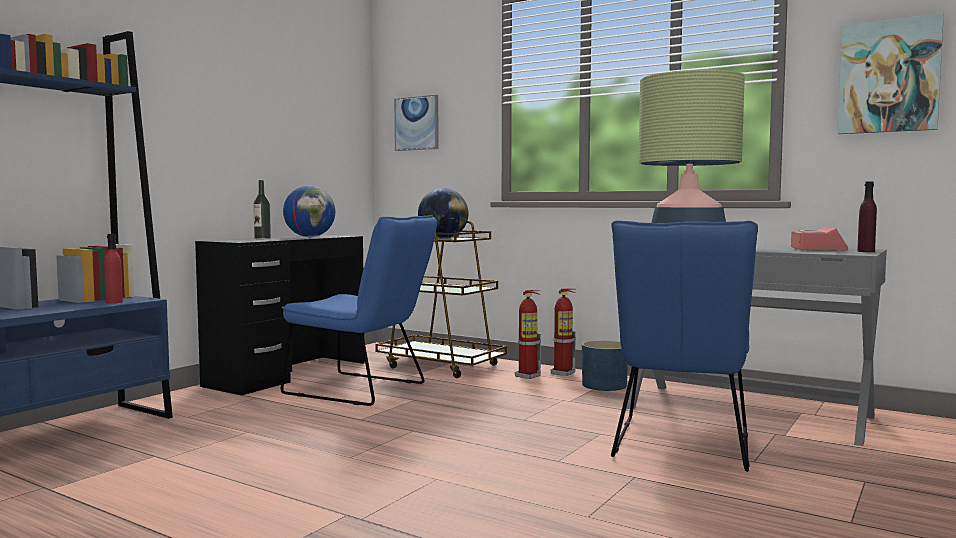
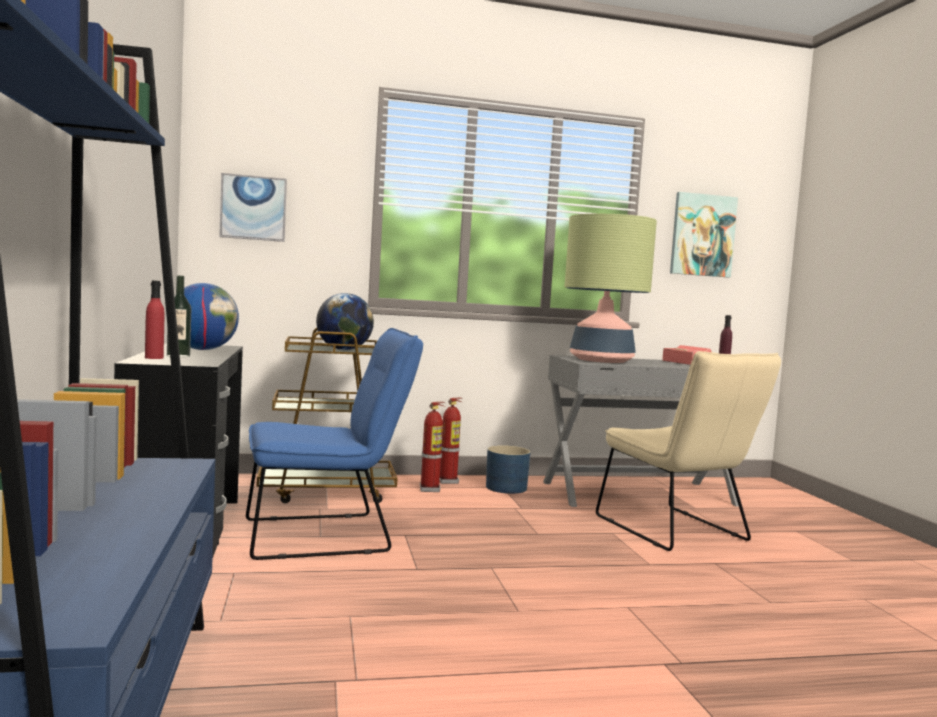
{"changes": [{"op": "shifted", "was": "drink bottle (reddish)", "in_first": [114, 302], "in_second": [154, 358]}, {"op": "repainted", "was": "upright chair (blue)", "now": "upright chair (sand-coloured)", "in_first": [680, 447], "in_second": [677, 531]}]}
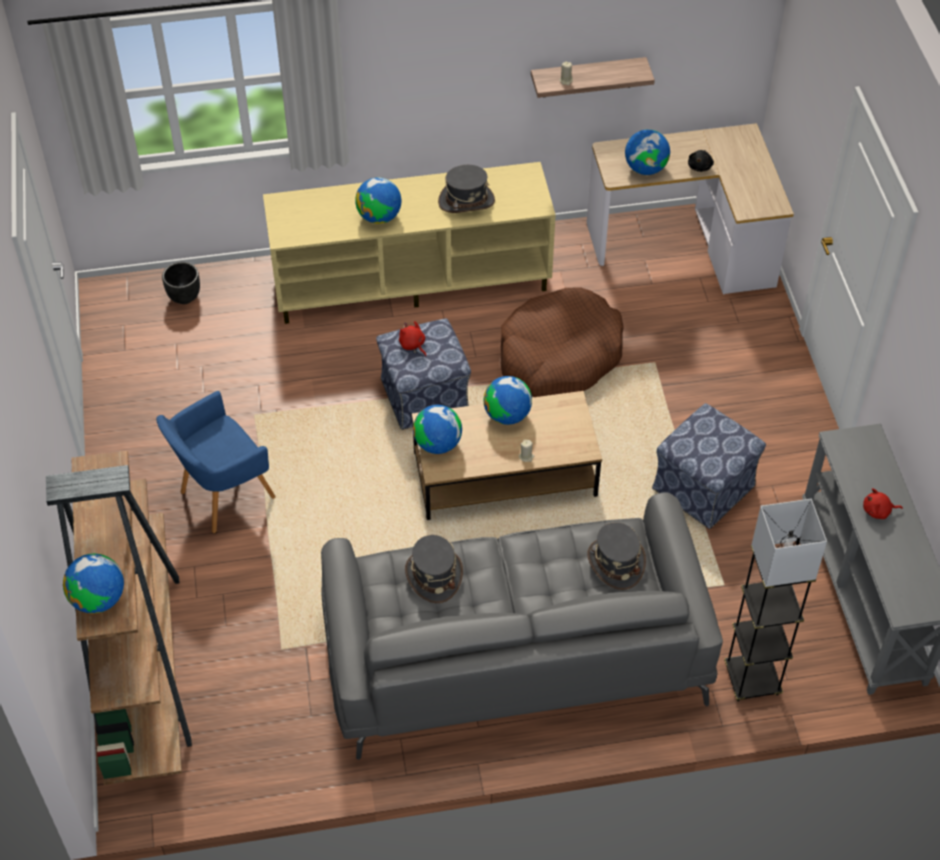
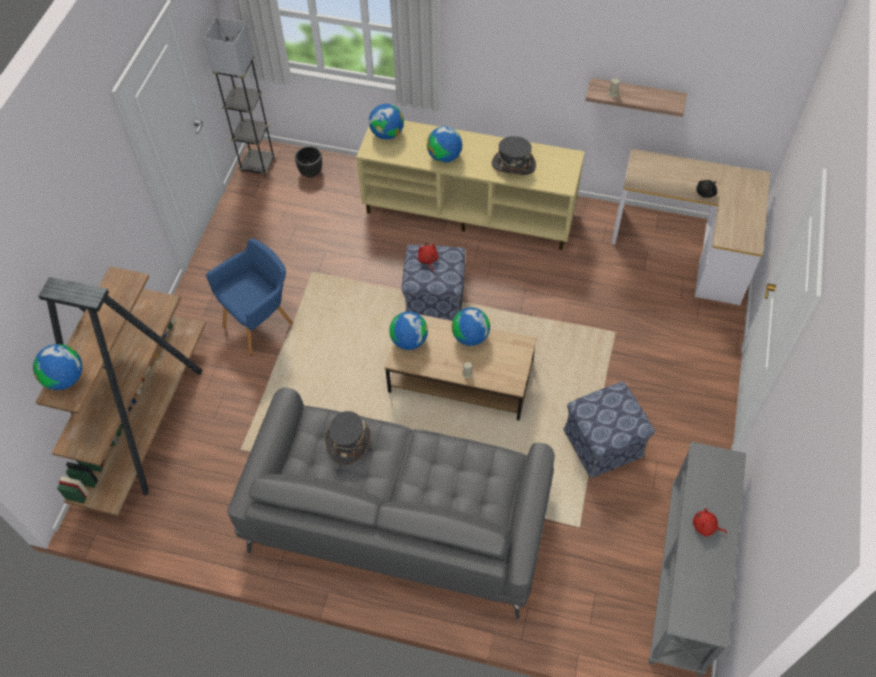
{"changes": [{"op": "shifted", "was": "standard lamp (gray)", "in_first": [752, 680], "in_second": [257, 165]}, {"op": "rotated", "was": "armchair (blue)", "in_first": [223, 496], "in_second": [261, 323], "clockwise": 150}, {"op": "shifted", "was": "world globe", "in_first": [645, 168], "in_second": [387, 134]}, {"op": "gone", "was": "dog bed (brown-coloured)", "in_first": [559, 356]}, {"op": "gone", "was": "hat (gray)", "in_first": [615, 563]}]}
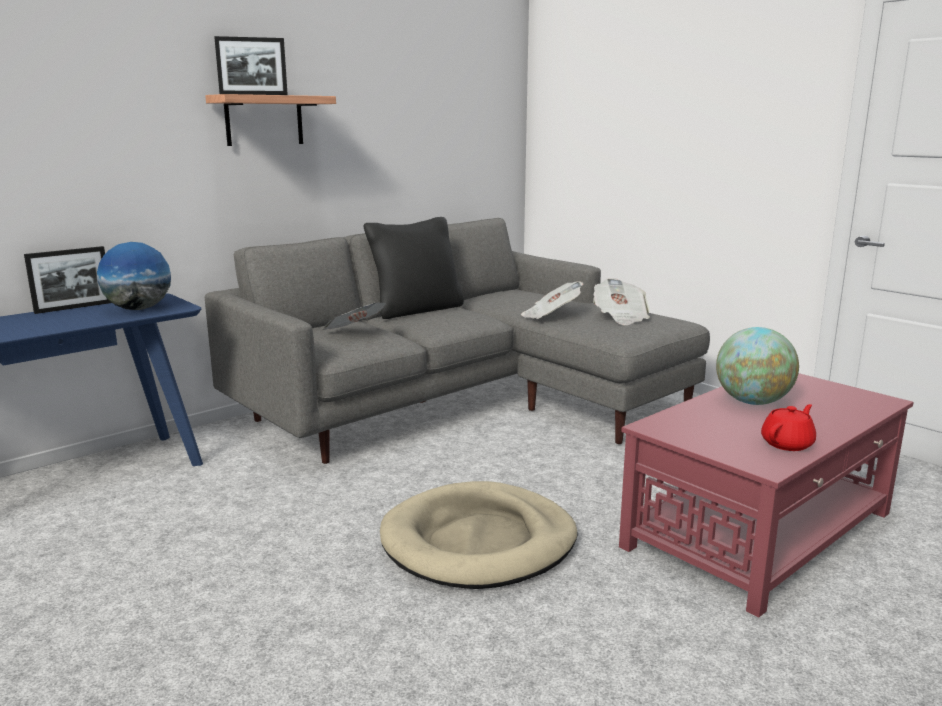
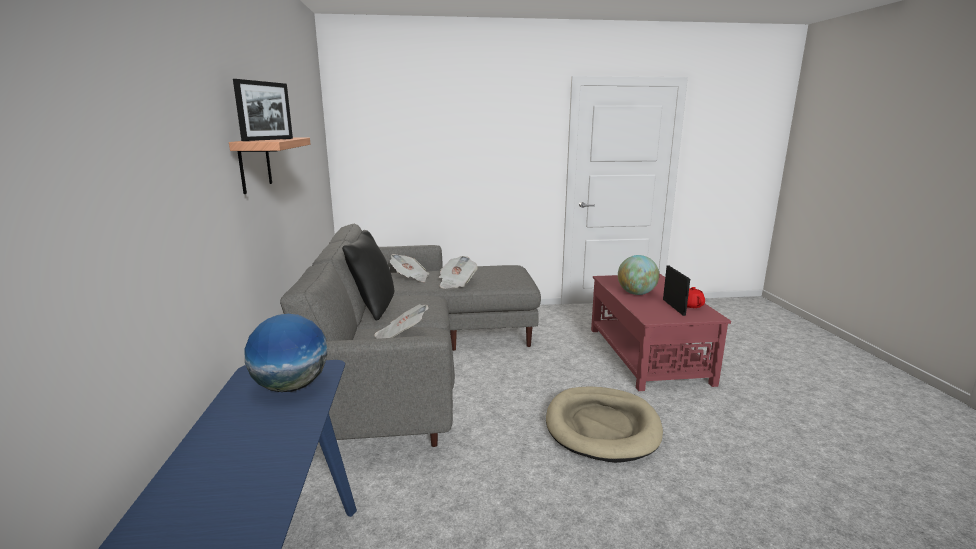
{"changes": [{"op": "shifted", "was": "newspaper", "in_first": [620, 317], "in_second": [410, 278]}, {"op": "shifted", "was": "photo frame", "in_first": [74, 307], "in_second": [673, 307]}]}
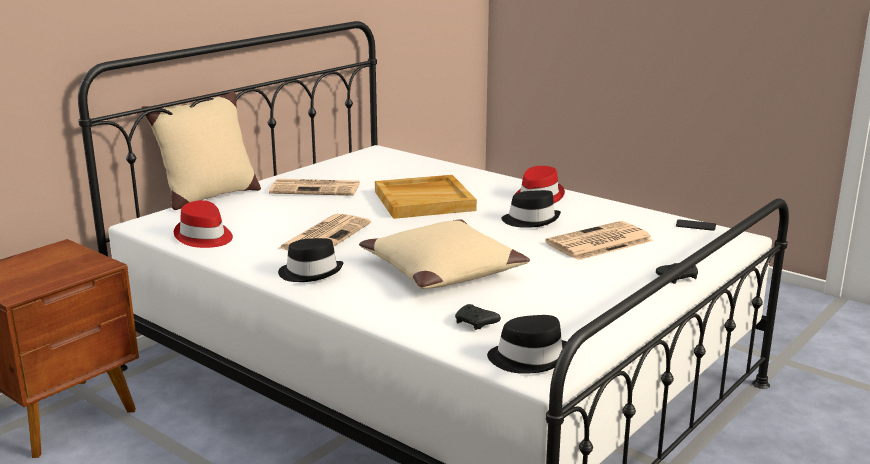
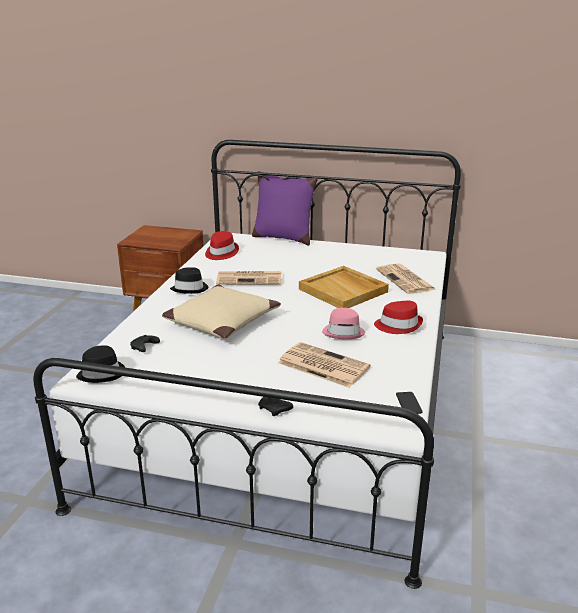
{"changes": [{"op": "repainted", "was": "cushion (sand-coloured)", "now": "cushion (purple)", "in_first": [208, 197], "in_second": [283, 238]}, {"op": "repainted", "was": "hat (black)", "now": "hat (pinkish)", "in_first": [531, 220], "in_second": [343, 332]}, {"op": "shifted", "was": "newspaper", "in_first": [316, 188], "in_second": [406, 280]}]}
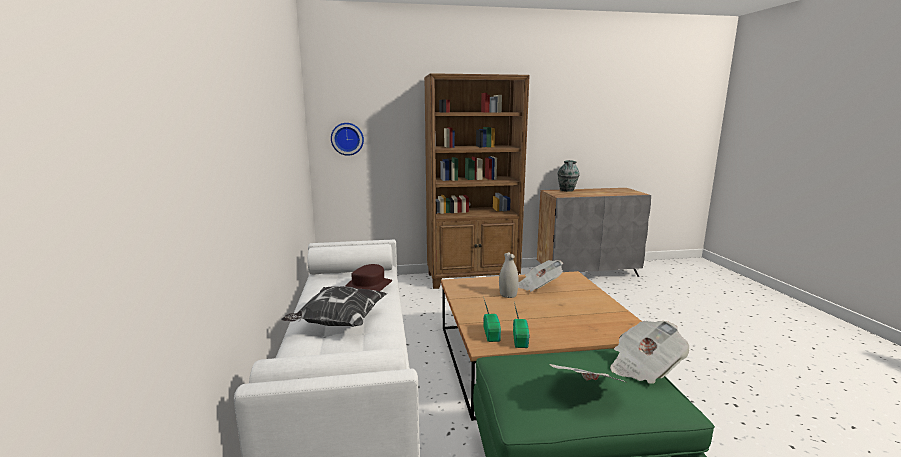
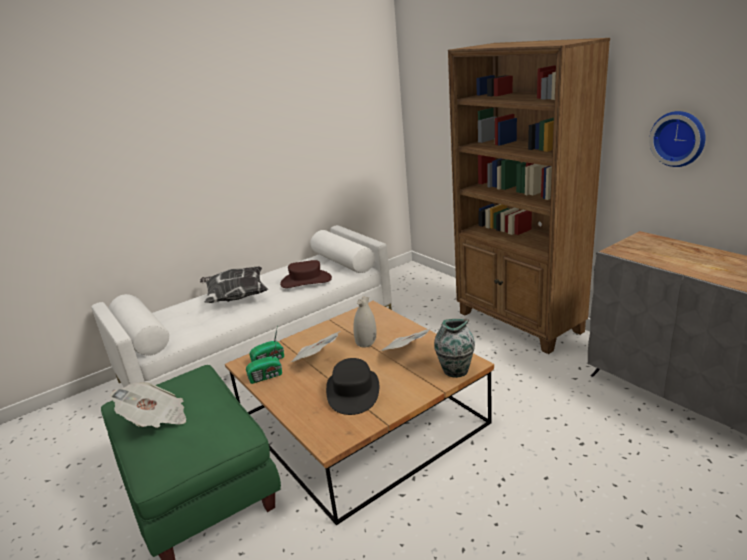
{"changes": [{"op": "shifted", "was": "newspaper", "in_first": [644, 367], "in_second": [316, 359]}, {"op": "new", "now": "hat (black)", "in_second": [353, 391]}, {"op": "shifted", "was": "decorative vase", "in_first": [567, 190], "in_second": [455, 371]}, {"op": "shifted", "was": "hanging clock", "in_first": [347, 139], "in_second": [679, 138]}]}
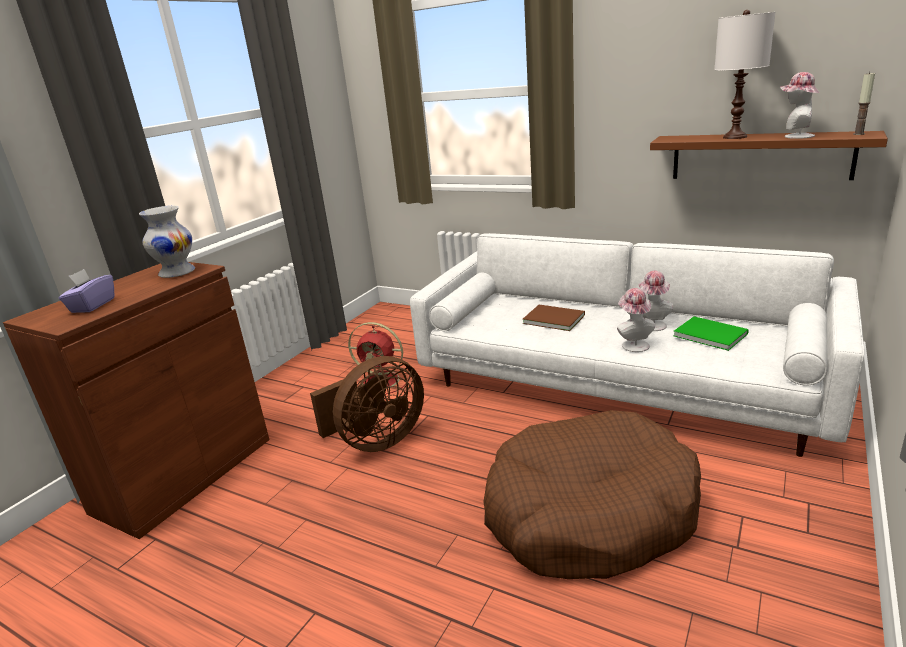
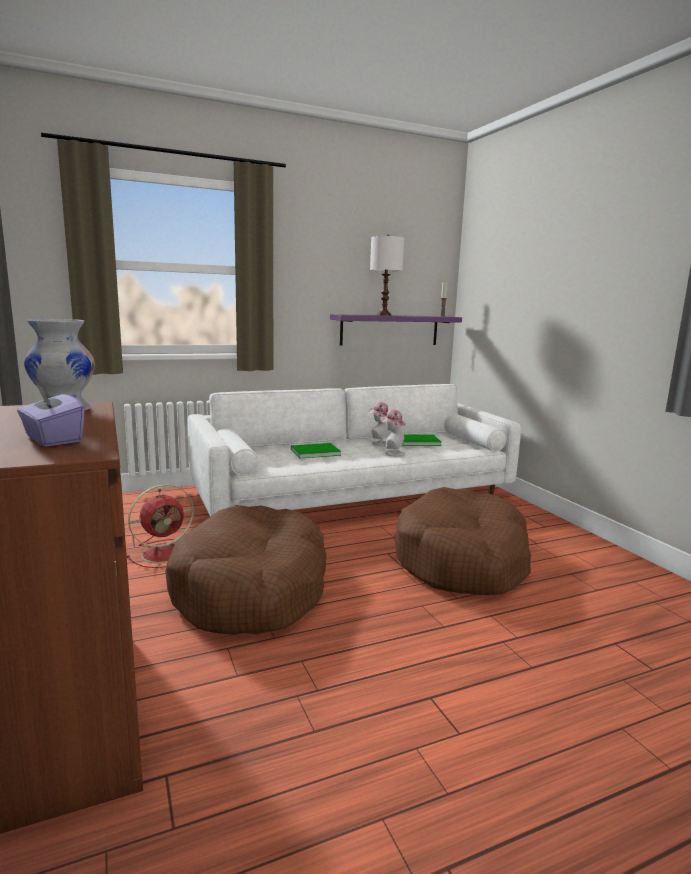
{"changes": [{"op": "swapped", "was": "fan (brown-coloured)", "now": "dog bed (brown-coloured)", "in_first": [377, 441], "in_second": [251, 589]}, {"op": "repainted", "was": "volume (brown-coloured)", "now": "volume (green)", "in_first": [553, 318], "in_second": [313, 452]}, {"op": "repainted", "was": "bracket shelf (brown-coloured)", "now": "bracket shelf (purple)", "in_first": [760, 156], "in_second": [390, 330]}, {"op": "gone", "was": "hat", "in_first": [794, 136]}]}
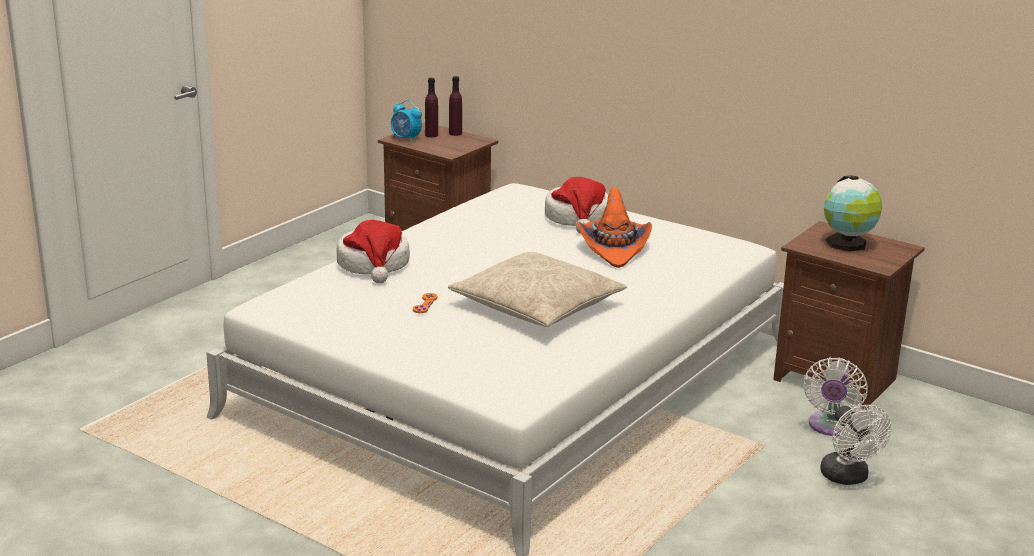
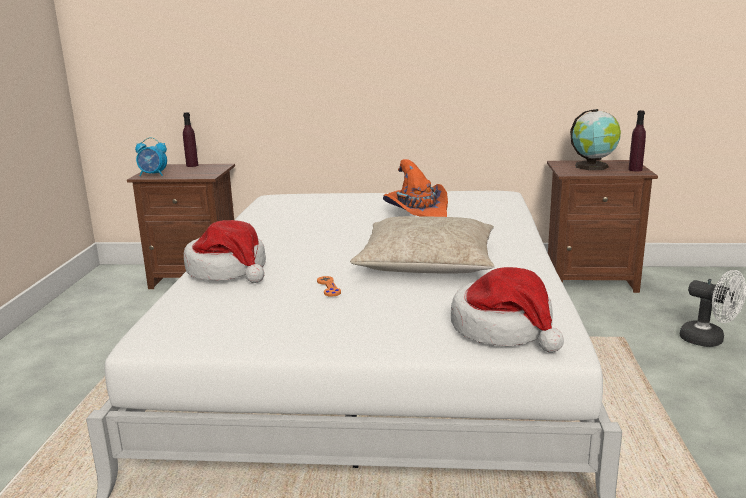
{"changes": [{"op": "shifted", "was": "hat", "in_first": [578, 218], "in_second": [504, 329]}, {"op": "shifted", "was": "drink bottle (purple)", "in_first": [431, 135], "in_second": [635, 170]}, {"op": "gone", "was": "fan (white-coloured)", "in_first": [830, 427]}]}
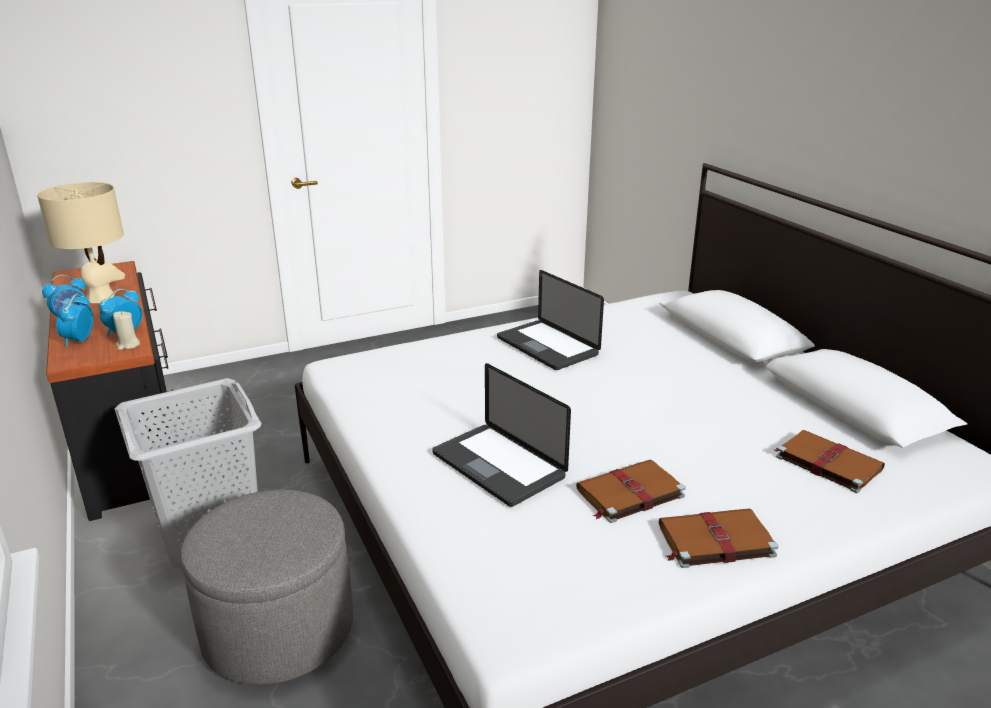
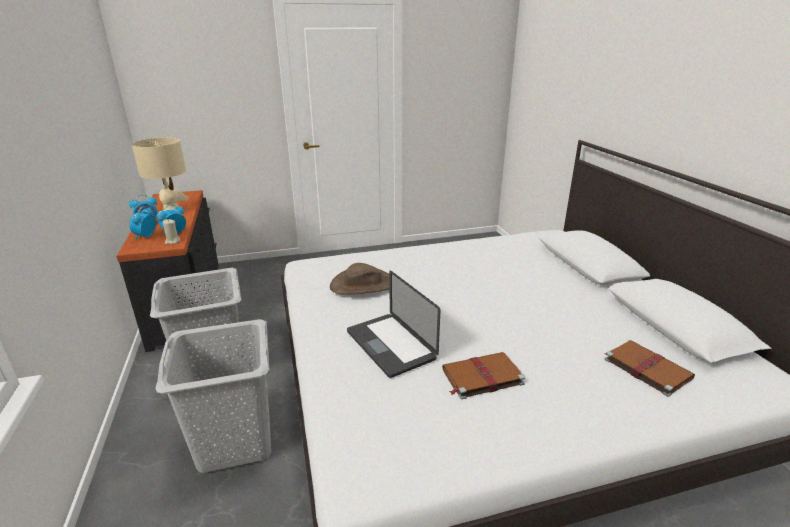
{"changes": [{"op": "swapped", "was": "pouffe (gray)", "now": "laundry basket (gray)", "in_first": [278, 629], "in_second": [236, 441]}, {"op": "new", "now": "hat (brown-coloured)", "in_second": [362, 285]}, {"op": "gone", "was": "notebook computer", "in_first": [547, 346]}, {"op": "gone", "was": "volume (brown-coloured)", "in_first": [714, 541]}]}
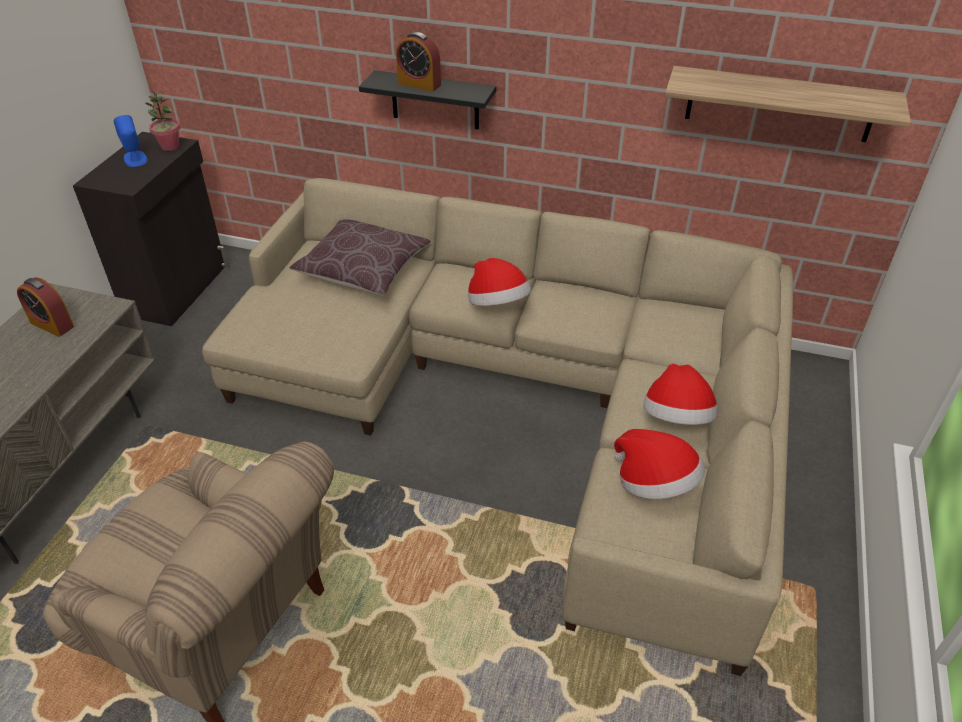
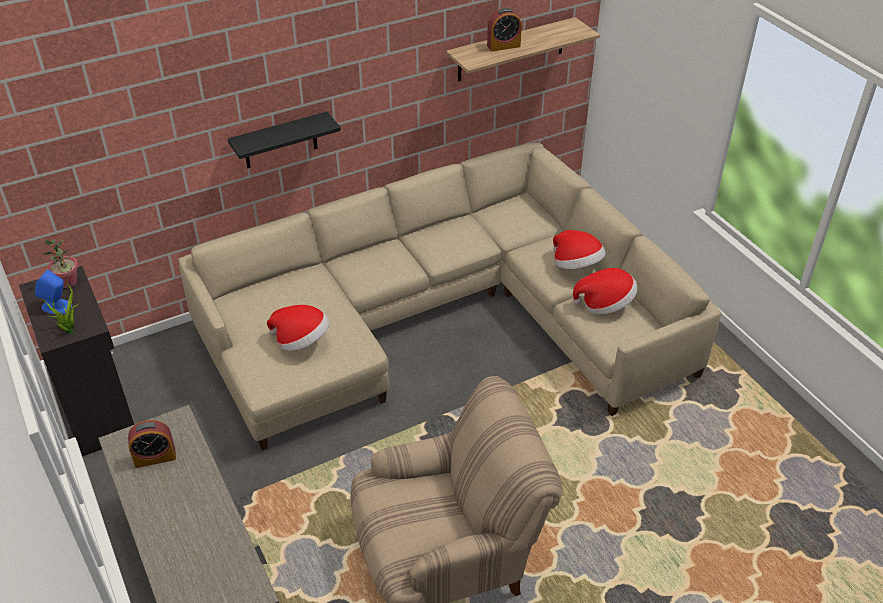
{"changes": [{"op": "new", "now": "potted plant", "in_second": [69, 329]}, {"op": "shifted", "was": "hat", "in_first": [497, 305], "in_second": [302, 341]}, {"op": "shifted", "was": "table clock", "in_first": [419, 84], "in_second": [503, 46]}, {"op": "gone", "was": "cushion (brown-coloured)", "in_first": [363, 270]}]}
